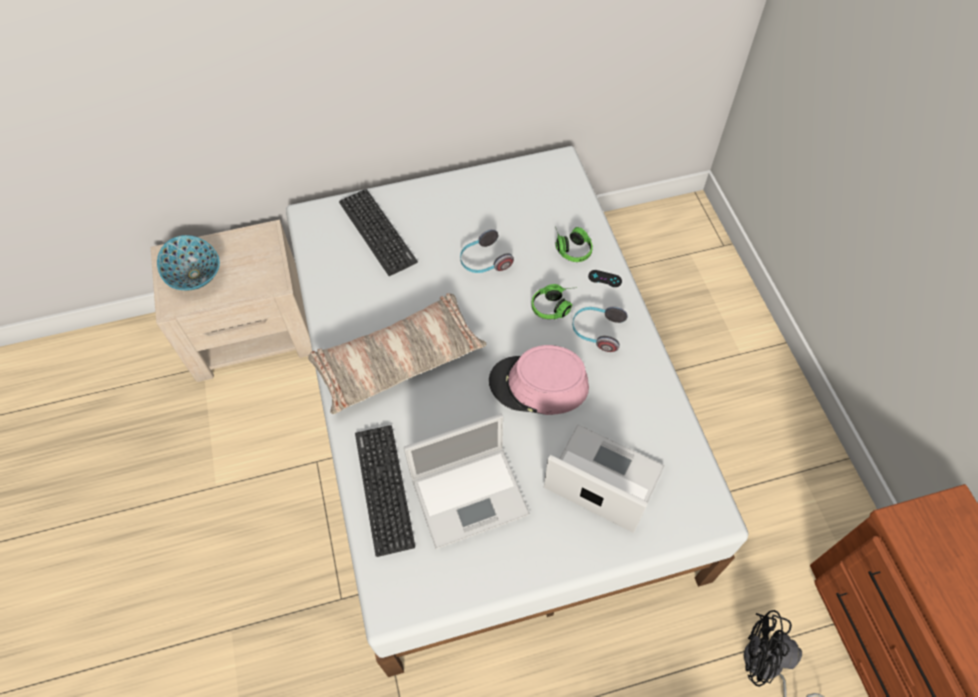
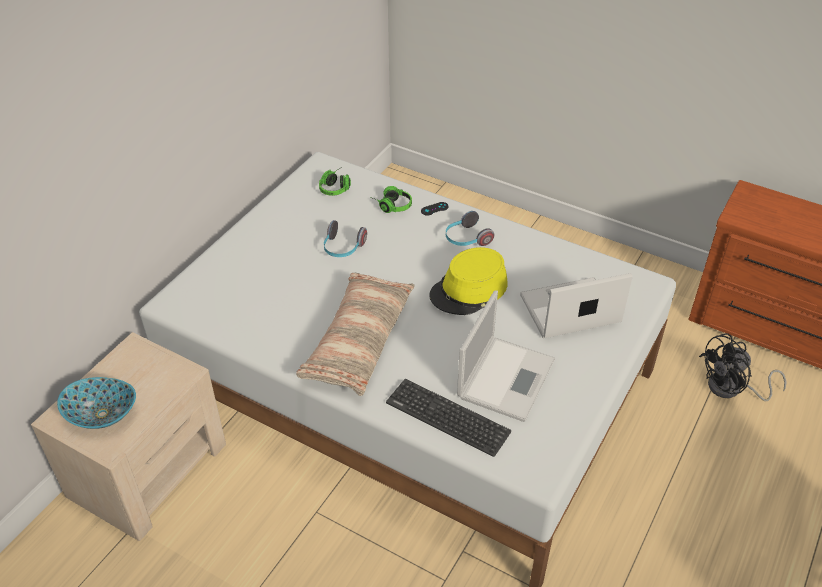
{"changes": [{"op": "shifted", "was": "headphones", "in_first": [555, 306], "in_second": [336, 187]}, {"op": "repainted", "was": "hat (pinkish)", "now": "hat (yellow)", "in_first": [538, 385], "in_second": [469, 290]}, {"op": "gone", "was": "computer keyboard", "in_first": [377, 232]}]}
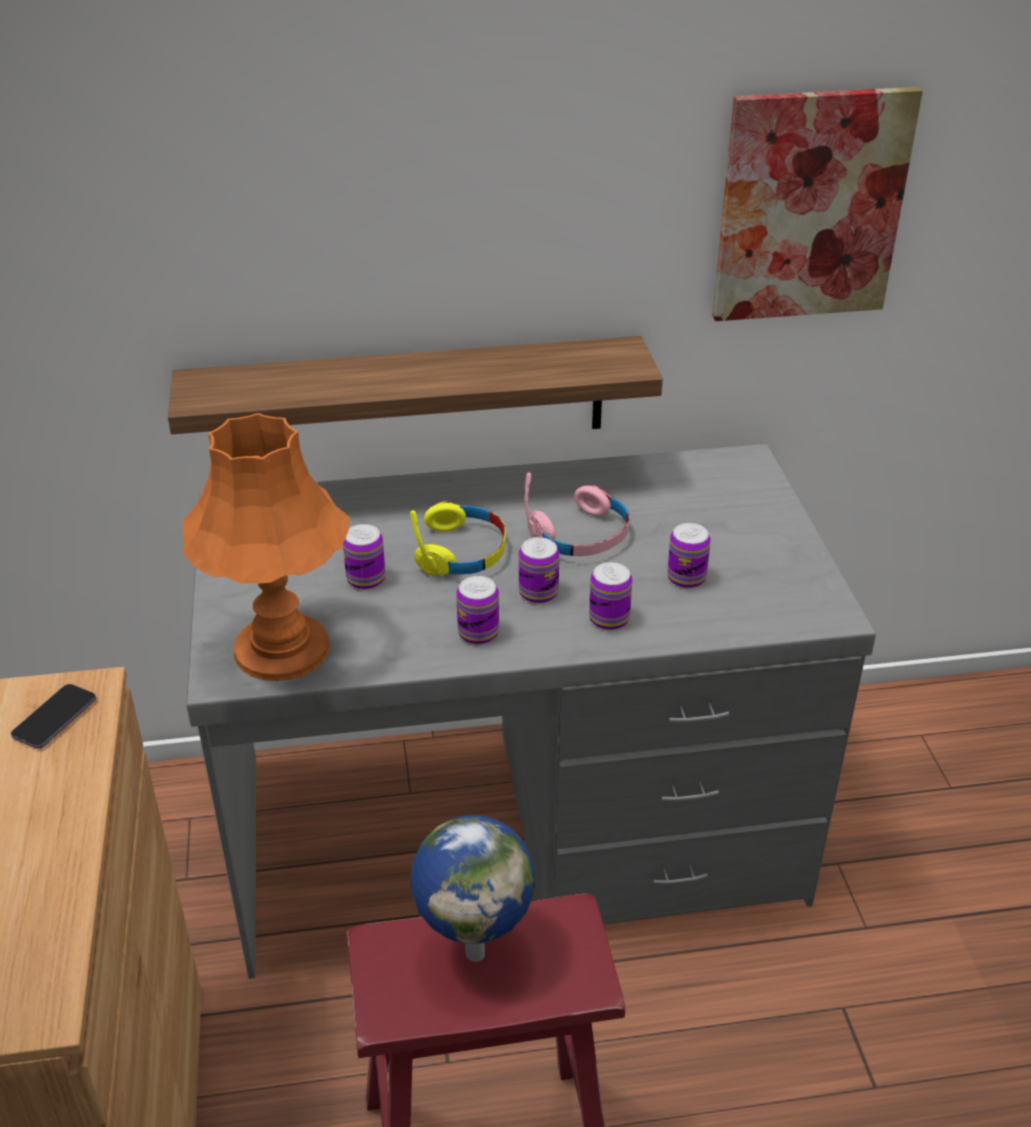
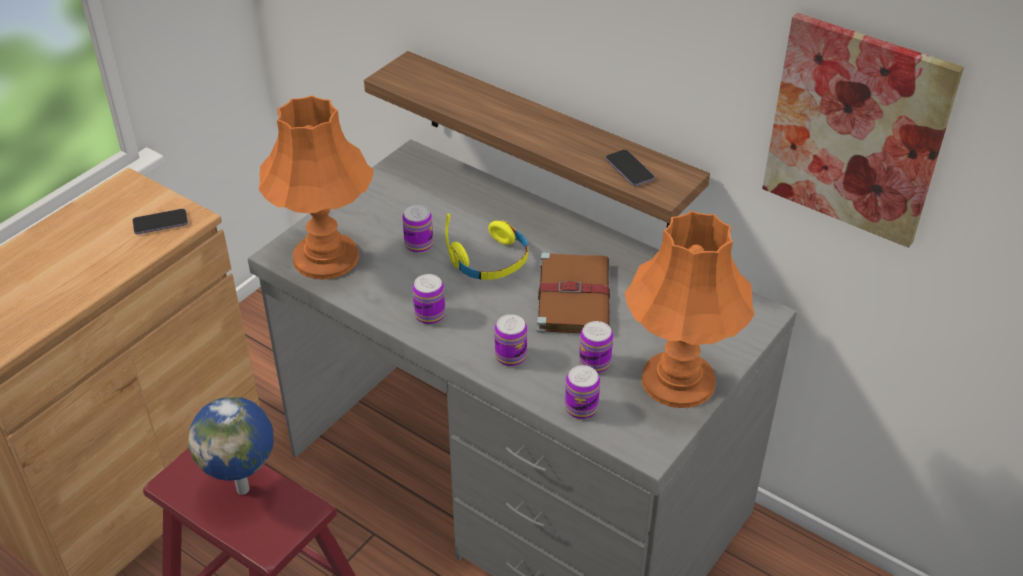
{"changes": [{"op": "swapped", "was": "headphones (pinkish)", "now": "volume (brown-coloured)", "in_first": [581, 536], "in_second": [573, 295]}, {"op": "shifted", "was": "can", "in_first": [538, 593], "in_second": [581, 408]}, {"op": "new", "now": "handset", "in_second": [629, 169]}, {"op": "new", "now": "table lamp (orangey)", "in_second": [679, 381]}]}
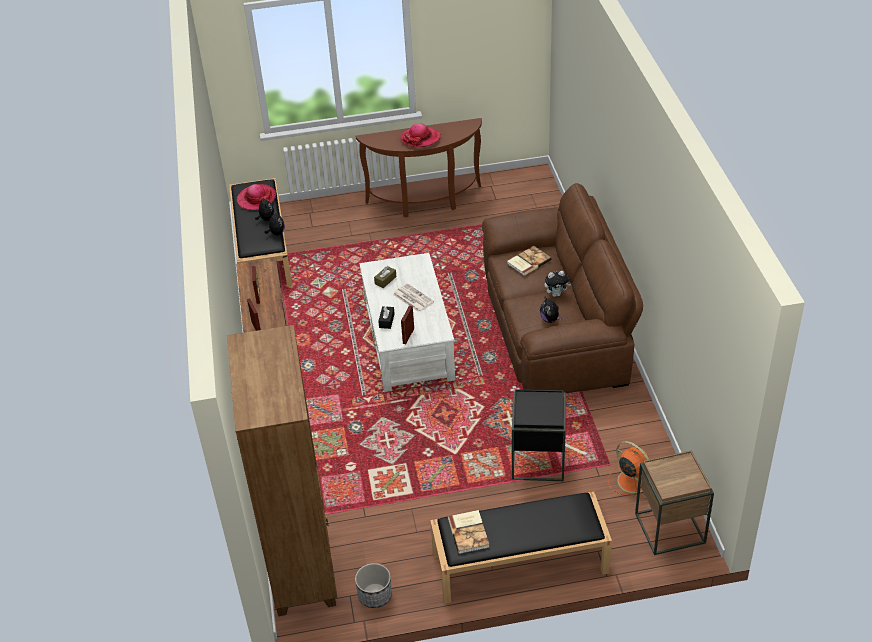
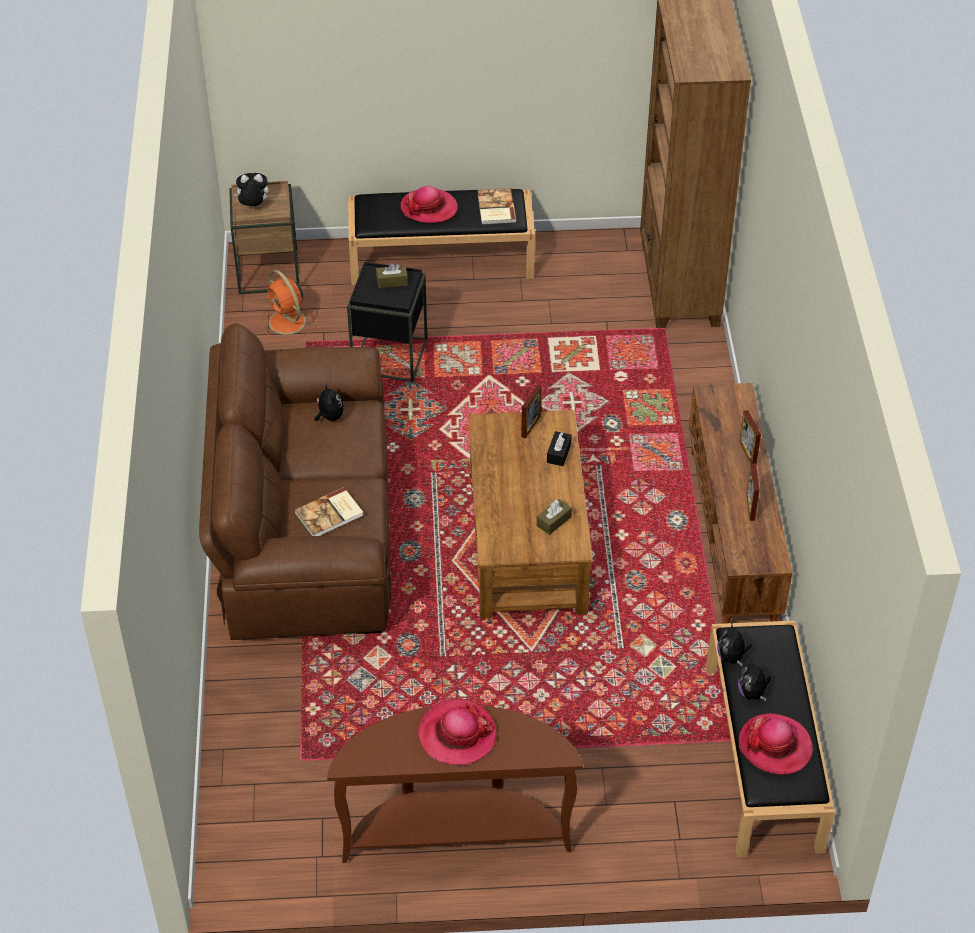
{"changes": [{"op": "shifted", "was": "plush toy", "in_first": [556, 294], "in_second": [253, 206]}, {"op": "new", "now": "tissue holder (brown-coloured)", "in_second": [392, 281]}, {"op": "new", "now": "hat", "in_second": [429, 208]}, {"op": "repainted", "was": "low table (white-coloured)", "now": "low table (brown-coloured)", "in_first": [407, 342], "in_second": [528, 539]}, {"op": "gone", "was": "planter", "in_first": [375, 595]}, {"op": "gone", "was": "newspaper", "in_first": [412, 298]}]}
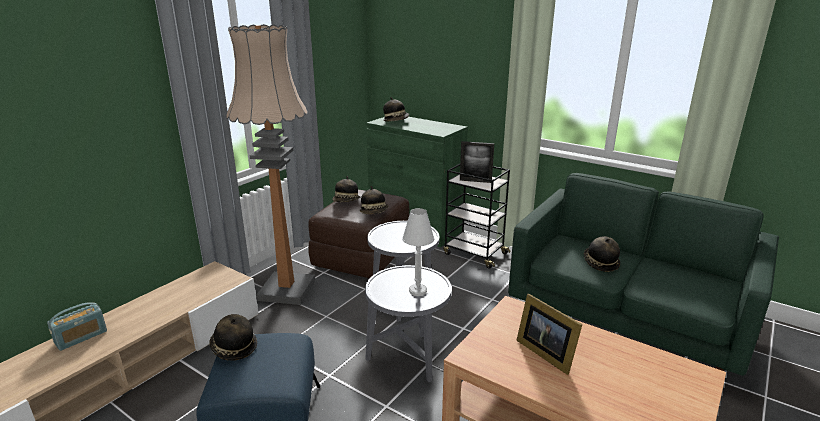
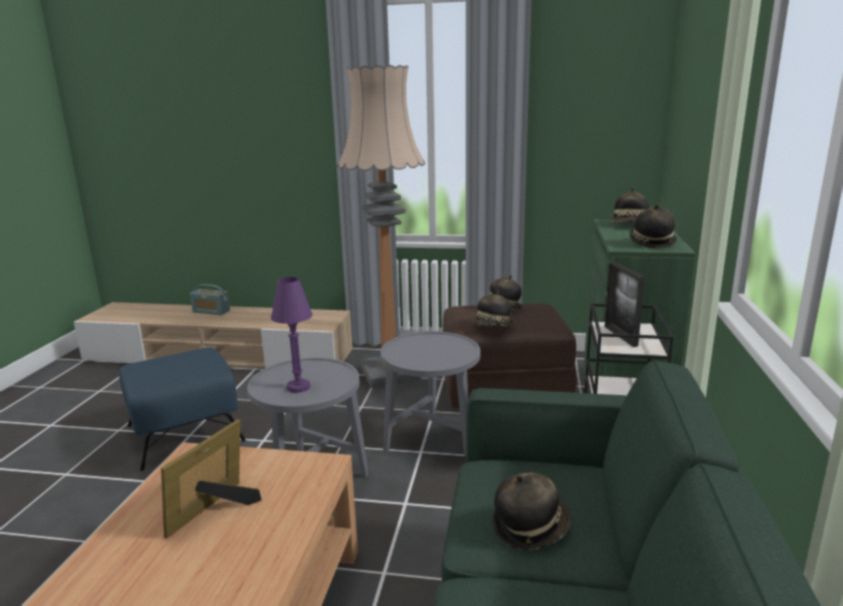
{"changes": [{"op": "repainted", "was": "table lamp (white-coloured)", "now": "table lamp (purple)", "in_first": [418, 291], "in_second": [298, 387]}, {"op": "shifted", "was": "hat", "in_first": [233, 348], "in_second": [651, 243]}]}
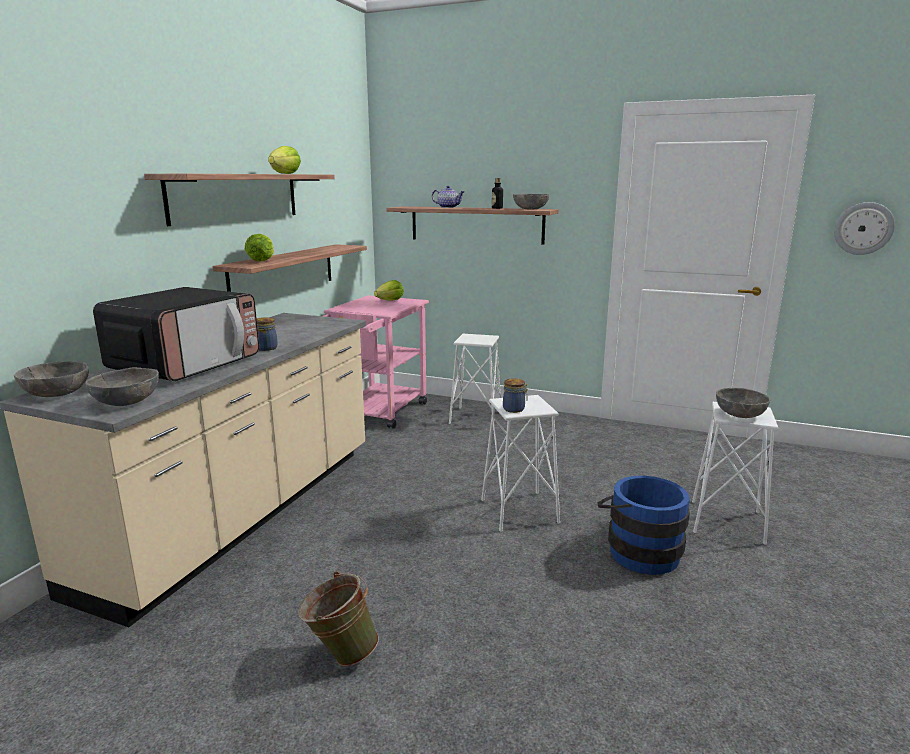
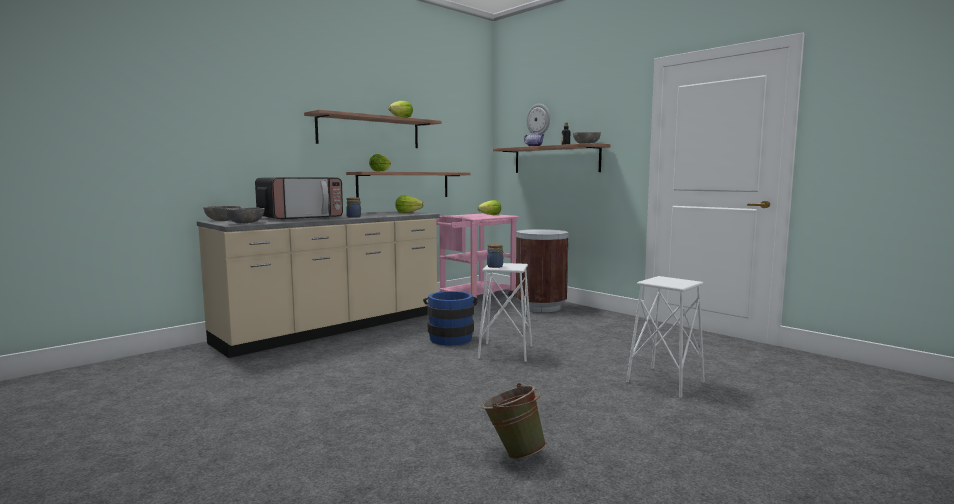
{"changes": [{"op": "new", "now": "lettuce head", "in_second": [408, 213]}, {"op": "shifted", "was": "bucket (blue)", "in_first": [638, 551], "in_second": [450, 337]}, {"op": "shifted", "was": "bucket (green)", "in_first": [340, 654], "in_second": [513, 452]}, {"op": "swapped", "was": "stool seat (white-coloured)", "now": "trash can (brown-coloured)", "in_first": [475, 417], "in_second": [541, 307]}, {"op": "shifted", "was": "hanging clock", "in_first": [863, 228], "in_second": [538, 119]}, {"op": "gone", "was": "bowl (gray)", "in_first": [739, 414]}]}
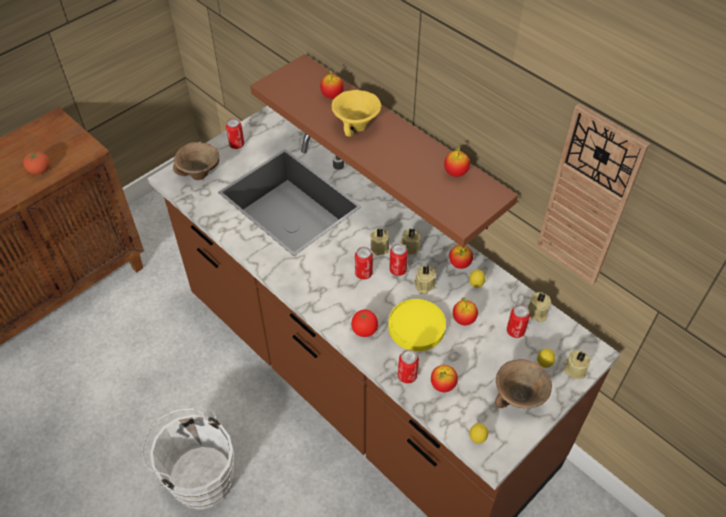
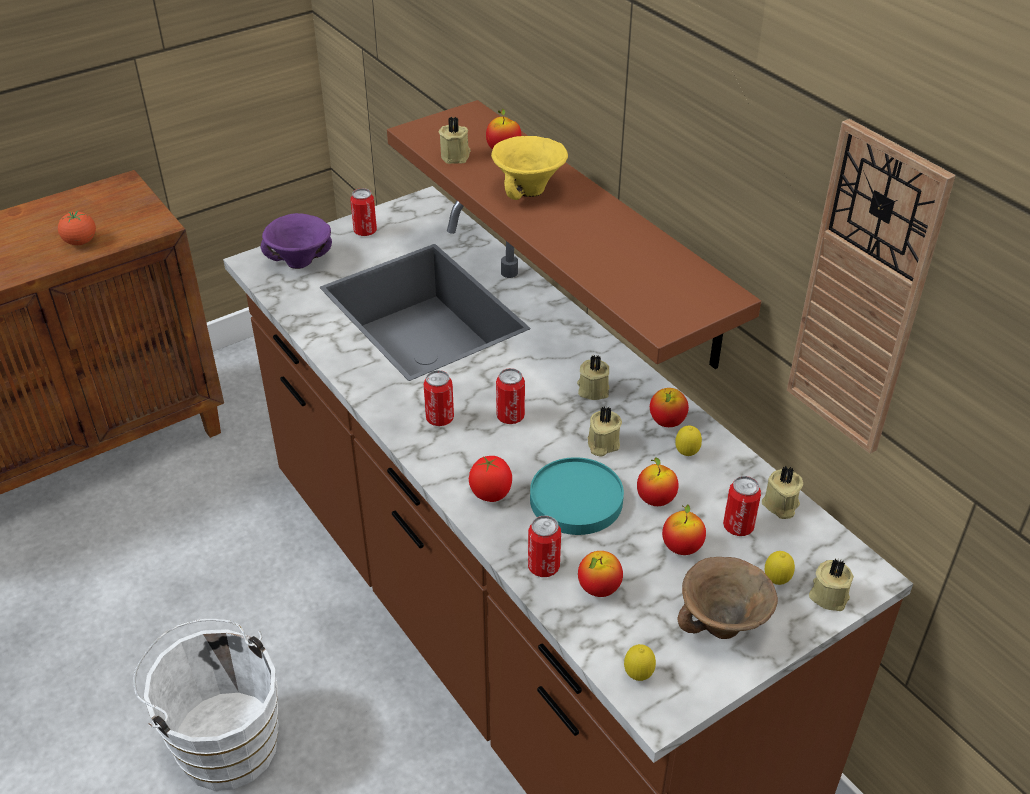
{"changes": [{"op": "repainted", "was": "bowl (brown-coloured)", "now": "bowl (purple)", "in_first": [199, 175], "in_second": [299, 263]}, {"op": "shifted", "was": "can", "in_first": [398, 270], "in_second": [440, 418]}, {"op": "shifted", "was": "wax light (sand-coloured)", "in_first": [380, 247], "in_second": [456, 156]}, {"op": "repainted", "was": "flat dish (yellow)", "now": "flat dish (turquoise)", "in_first": [416, 326], "in_second": [576, 499]}, {"op": "shifted", "was": "apple fruit", "in_first": [455, 173], "in_second": [681, 547]}]}
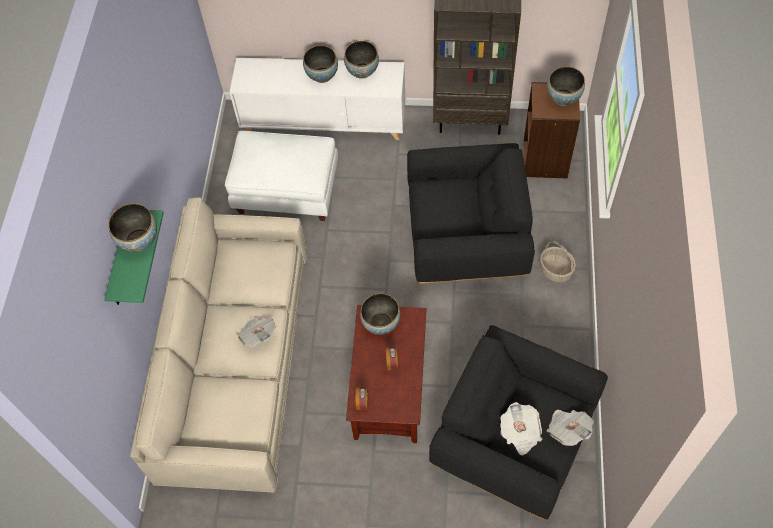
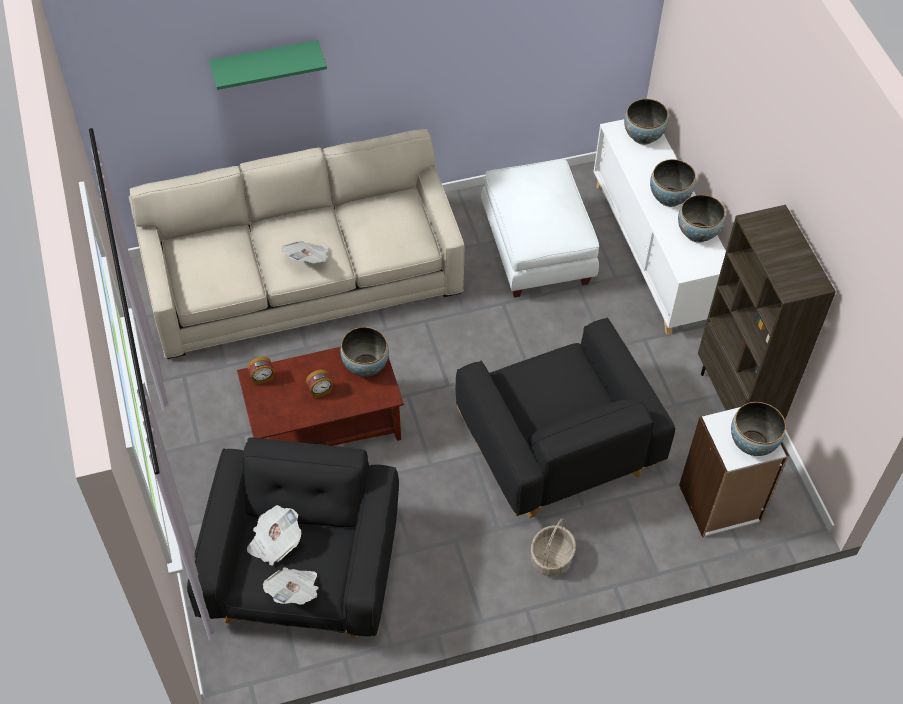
{"changes": [{"op": "shifted", "was": "bowl", "in_first": [139, 241], "in_second": [643, 136]}, {"op": "repainted", "was": "shelving unit (brown-coloured)", "now": "shelving unit (white-coloured)", "in_first": [546, 159], "in_second": [720, 504]}]}
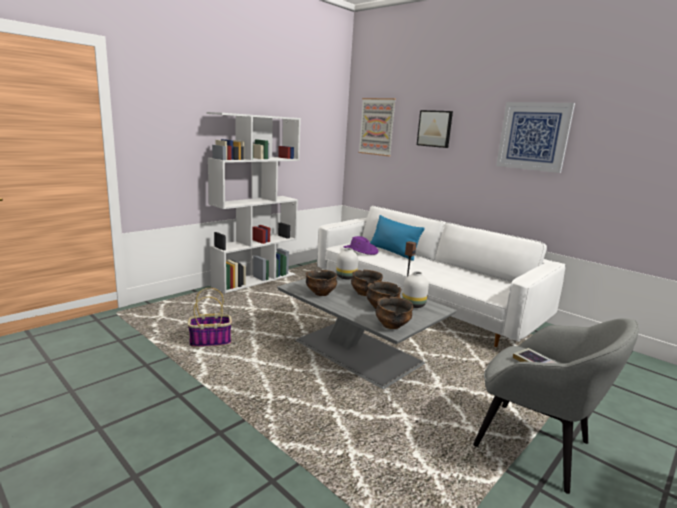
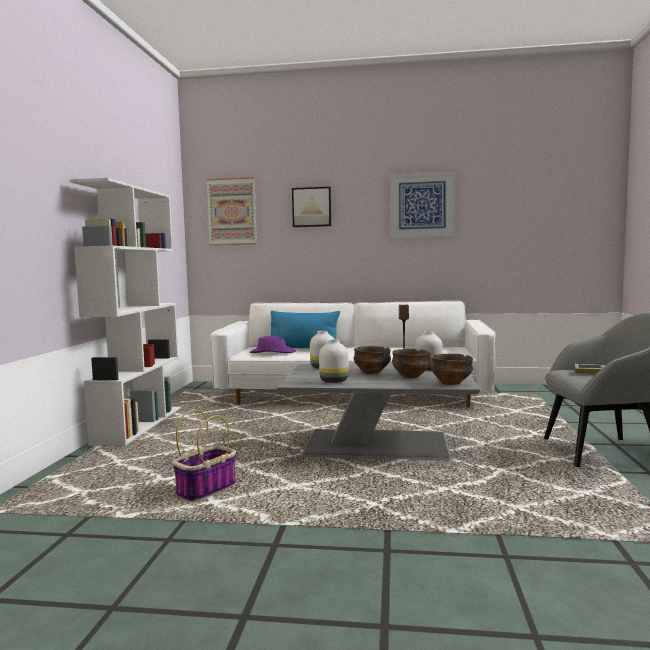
{"changes": [{"op": "swapped", "was": "bowl", "now": "decorative vase (white-coloured)", "in_first": [321, 293], "in_second": [334, 381]}]}
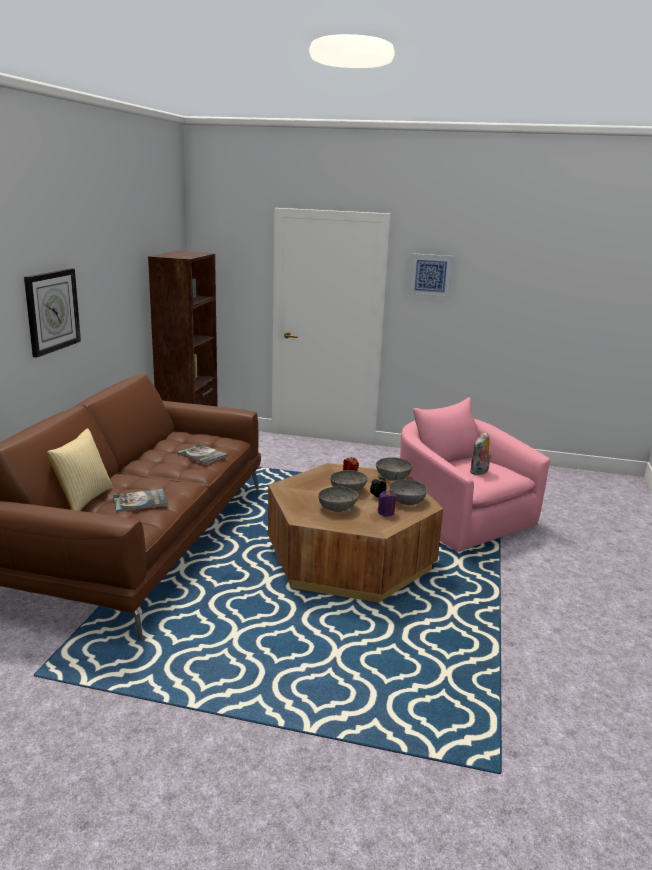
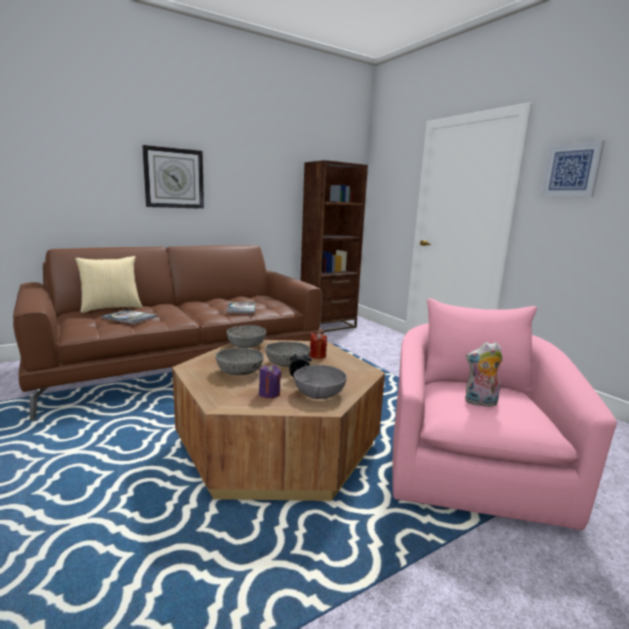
{"changes": [{"op": "shifted", "was": "bowl (gray)", "in_first": [393, 477], "in_second": [246, 345]}]}
